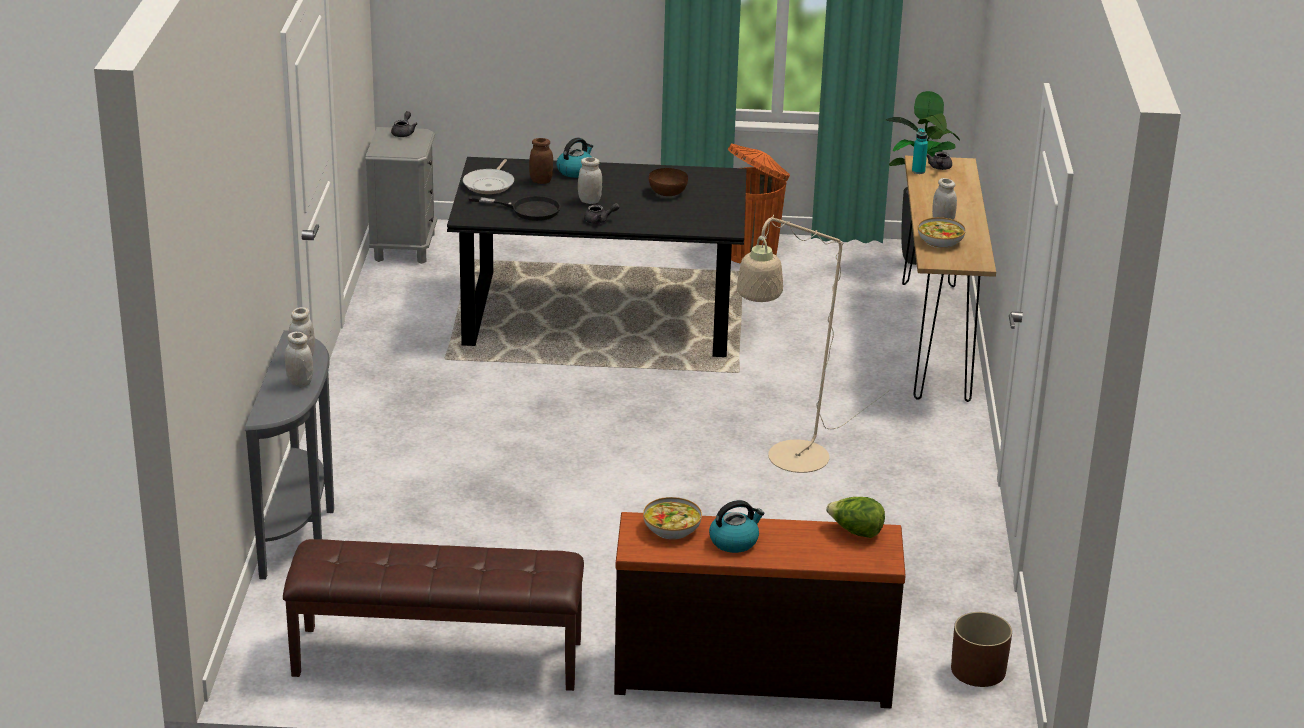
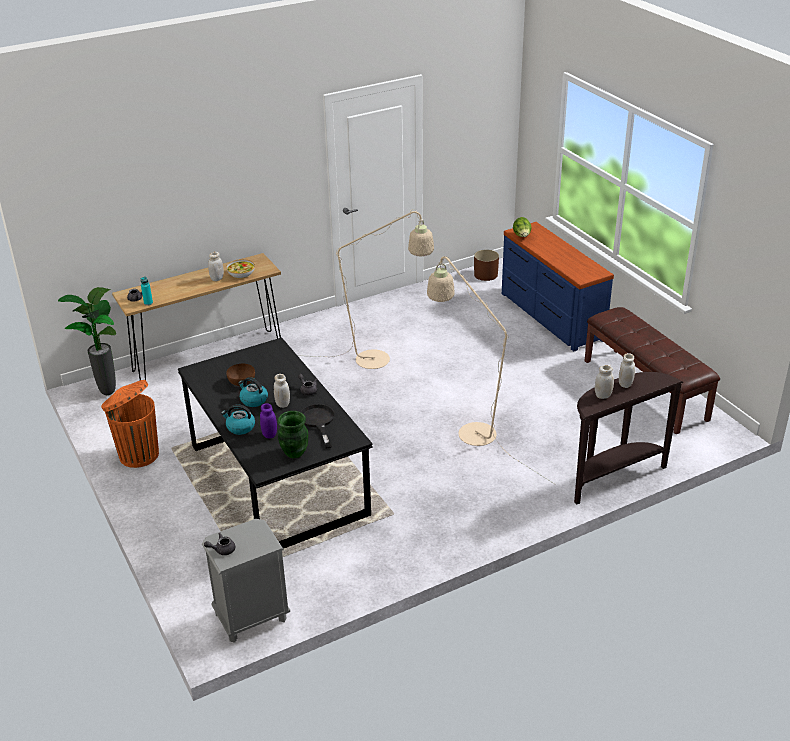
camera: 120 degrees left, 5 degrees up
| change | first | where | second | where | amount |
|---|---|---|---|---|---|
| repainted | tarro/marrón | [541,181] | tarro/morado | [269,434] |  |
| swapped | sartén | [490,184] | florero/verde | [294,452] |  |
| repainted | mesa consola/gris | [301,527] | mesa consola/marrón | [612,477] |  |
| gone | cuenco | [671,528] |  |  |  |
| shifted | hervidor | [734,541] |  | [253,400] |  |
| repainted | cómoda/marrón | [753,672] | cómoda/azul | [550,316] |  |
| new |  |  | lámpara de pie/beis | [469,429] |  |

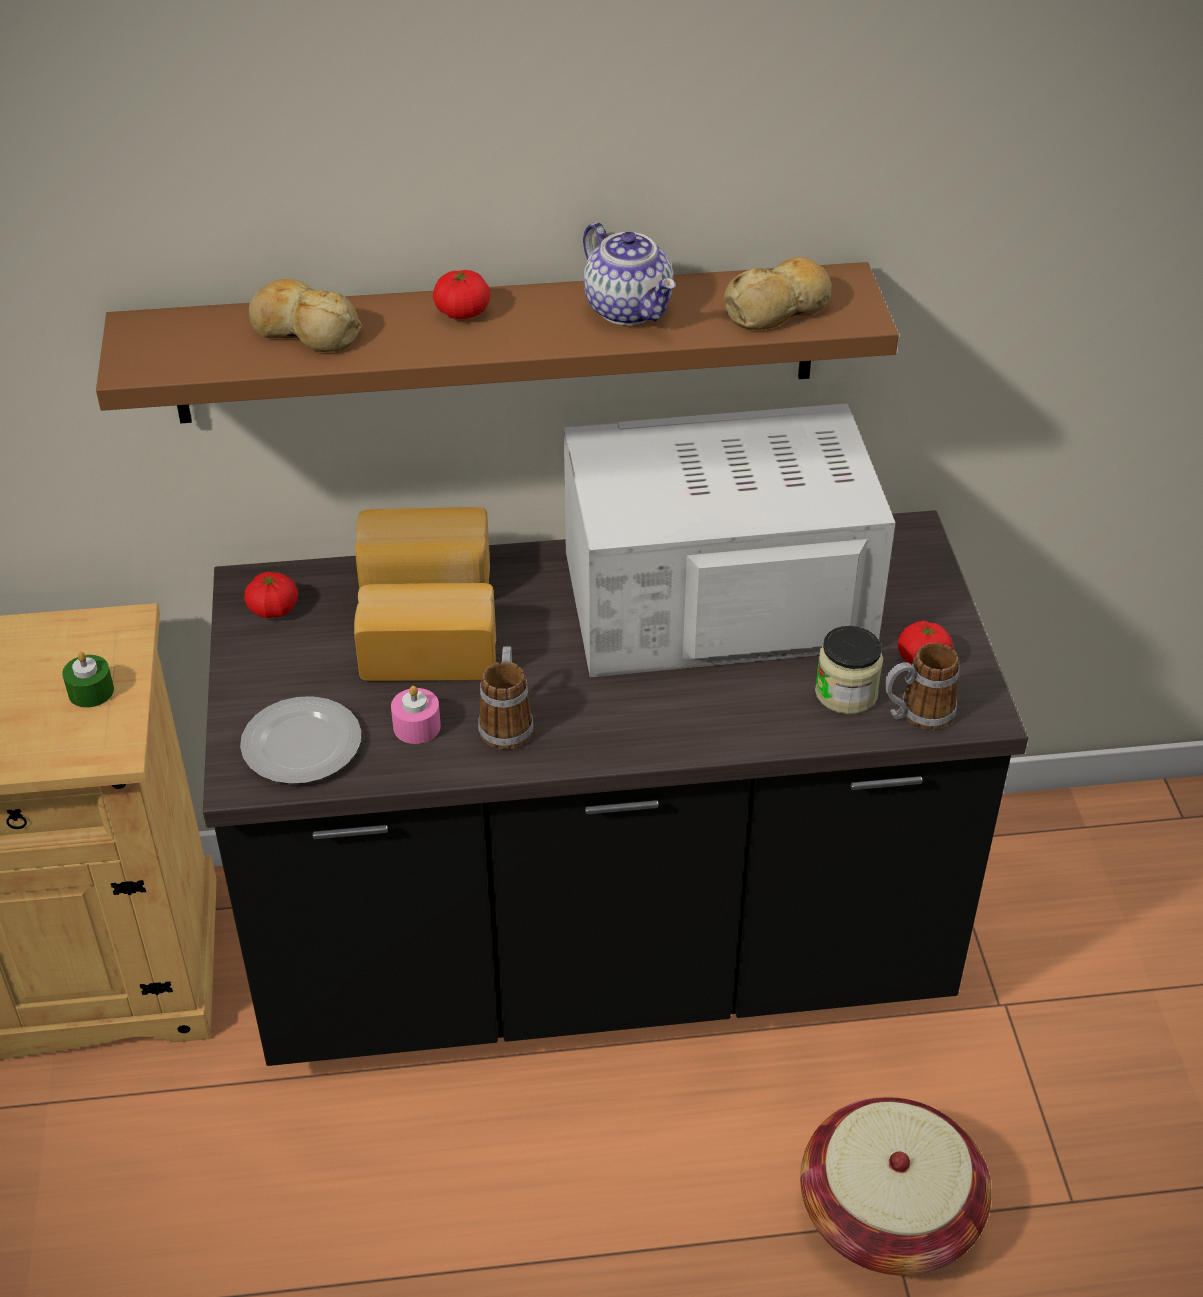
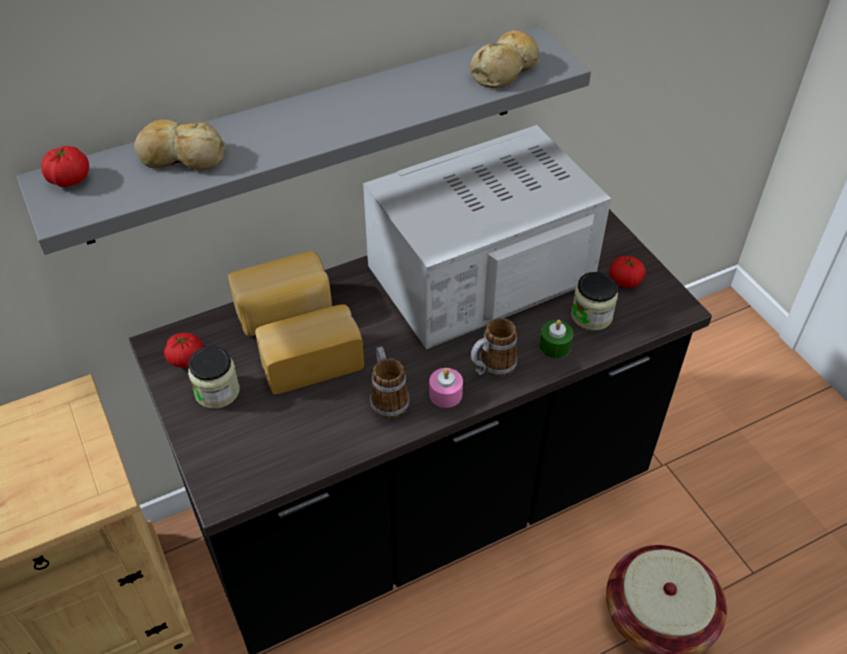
camera: 20 degrees left, 5 degrees up
| change | first | where | second | where | amount |
|---|---|---|---|---|---|
| gone | tetera | [629,309] |  |  |  |
| repainted | estante/marrón | [496,343] | estante/gris | [306,134] |  |
| shifted | tomate | [462,312] |  | [70,179] |  |
| shifted | taza grande | [916,714] |  | [491,367] |  |
| shifted | vela/verde | [91,691] |  | [555,345] |  |
| shifted | vela/rosa | [417,726] |  | [445,394] |  |
| gone | plato | [300,745] |  |  |  |
| new |  |  | tarro | [217,391] |  |

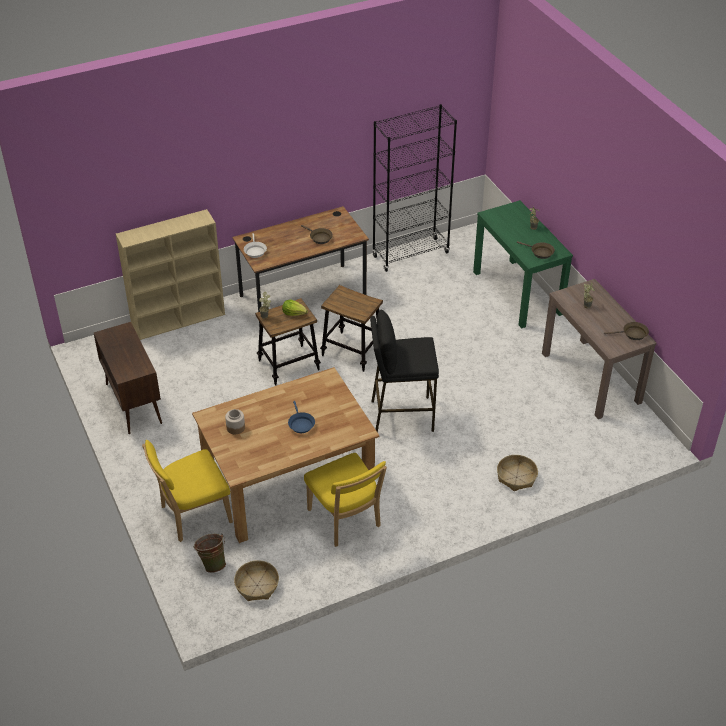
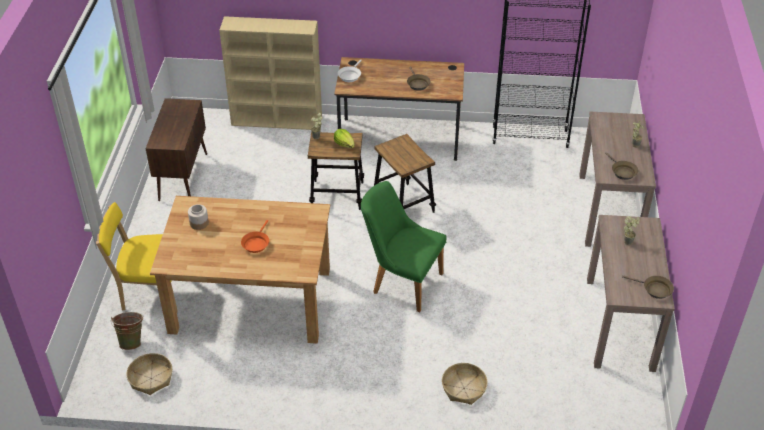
camera: 30 degrees right, 0 degrees up
| change | first | where | second | where | amount |
|---|---|---|---|---|---|
| repainted | mesa consola/verde | [517,293] | mesa consola/marrón | [608,211] |  |
| swapped | taburete/negro | [401,415] | silla/verde | [401,281] |  |
| repainted | sartén/azul | [300,424] | sartén/naranja | [256,243] |  |
| gone | silla/amarillo | [345,520] |  |  |  |

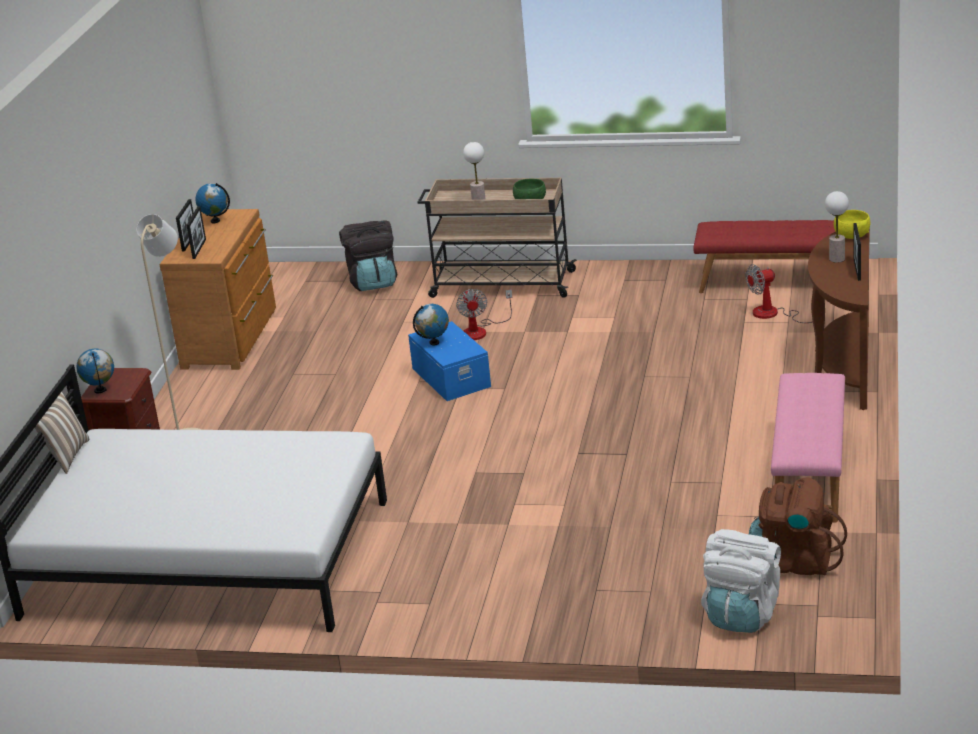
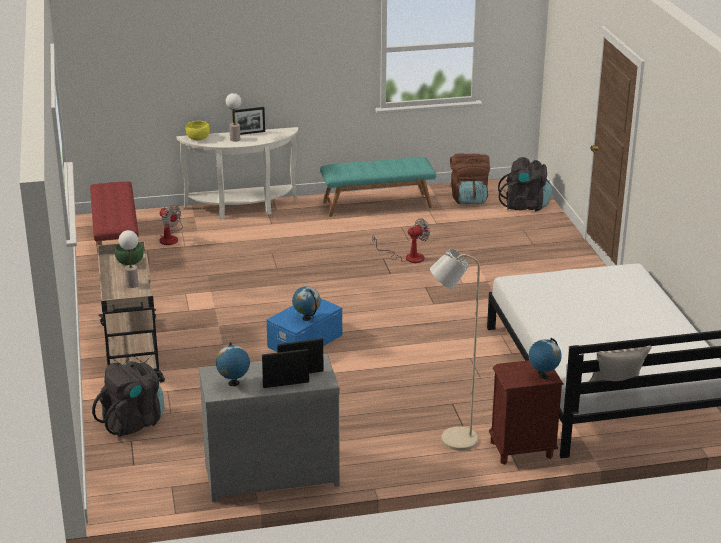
camera: 115 degrees left, 0 degrees up
| change | first | where | second | where | amount |
|---|---|---|---|---|---|
| repainted | cómoda/marrón | [232,339] | cómoda/gris | [270,473] |  |
| repainted | mesa consola/marrón | [843,367] | mesa consola/blanco | [242,209] |  |
| shifted | ventilador | [480,330] |  | [408,257] |  |
| repainted | banco/rosa | [811,473] | banco/turquesa | [377,204] |  |
| repainted | mochila/blanco | [742,614] | mochila/negro | [525,205] |  |

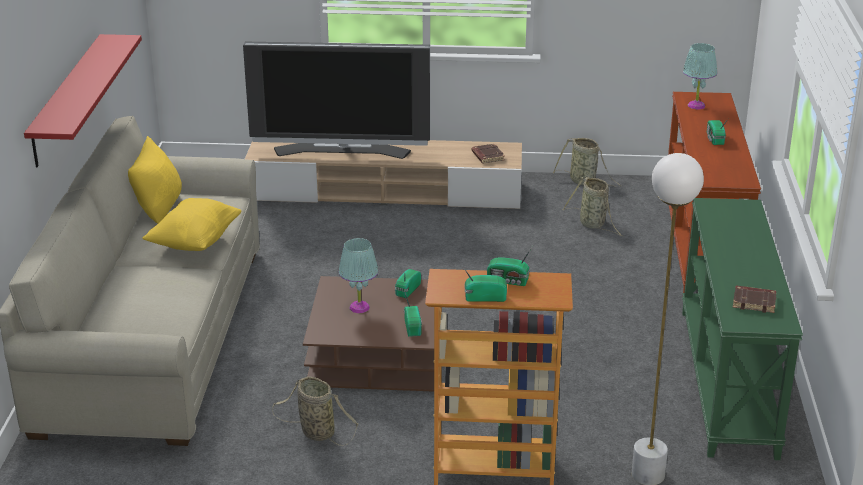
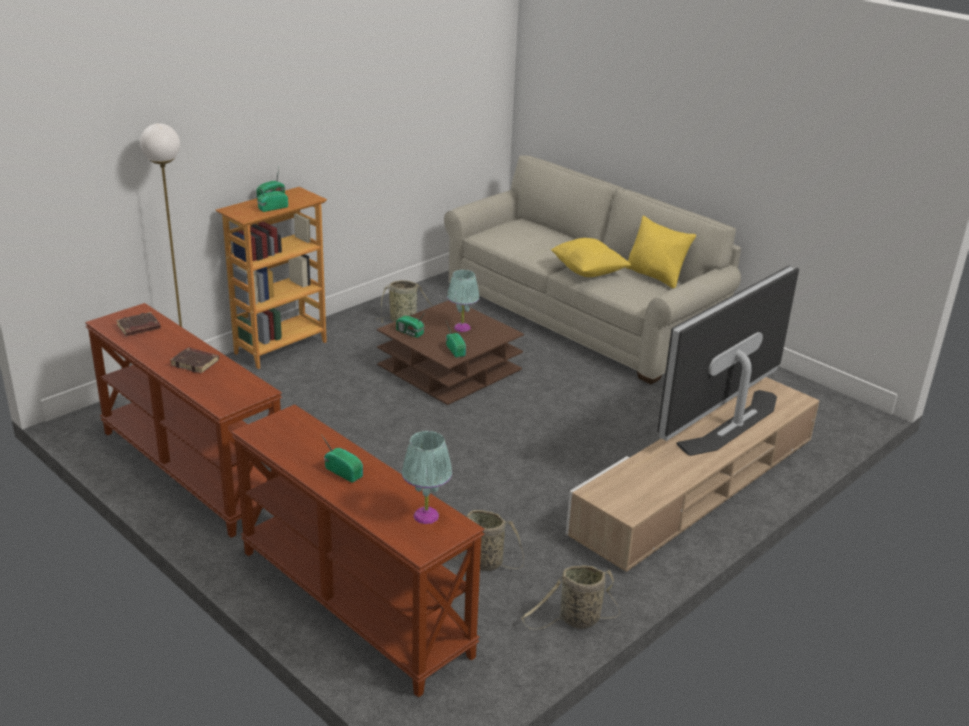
camera: 130 degrees right, 0 degrees up
| change | first | where | second | where | amount |
|---|---|---|---|---|---|
| gone | estante/rojo | [67,99] |  |  |  |
| shifted | libro/marrón | [487,156] |  | [196,363] |  |
| repainted | mesa consola/verde | [729,381] | mesa consola/marrón | [189,470] |  |

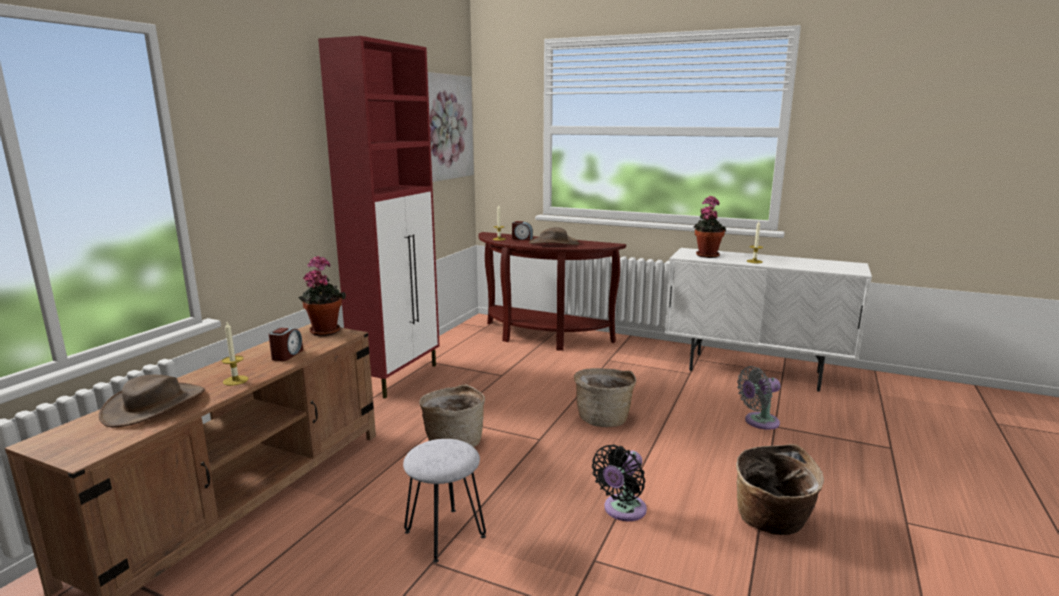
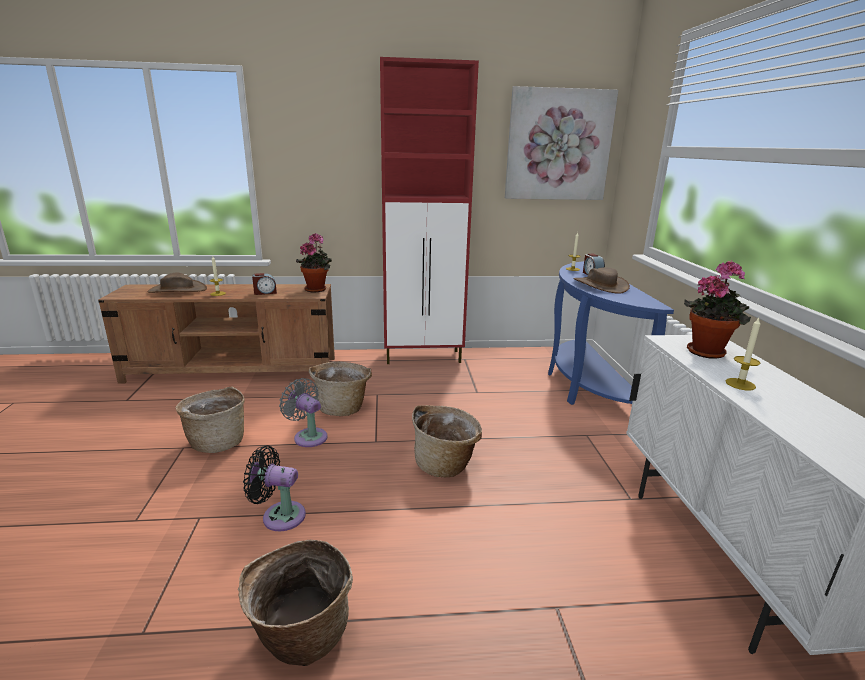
camera: 60 degrees right, 5 degrees up
| change | first | where | second | where | amount |
|---|---|---|---|---|---|
| repainted | mesa consola/marrón | [541,337] | mesa consola/azul | [585,386] |  |
| shifted | ventilador/gris | [758,422] |  | [308,436] |  |
| swapped | taburete/gris | [444,533] | cesta | [217,441] |  |

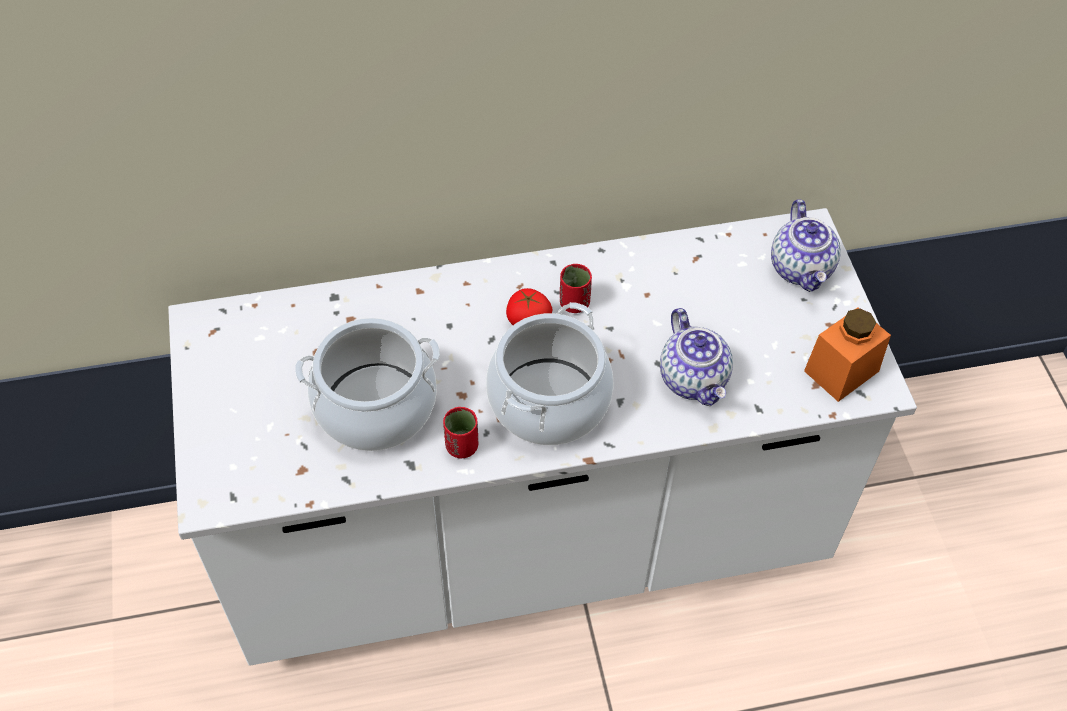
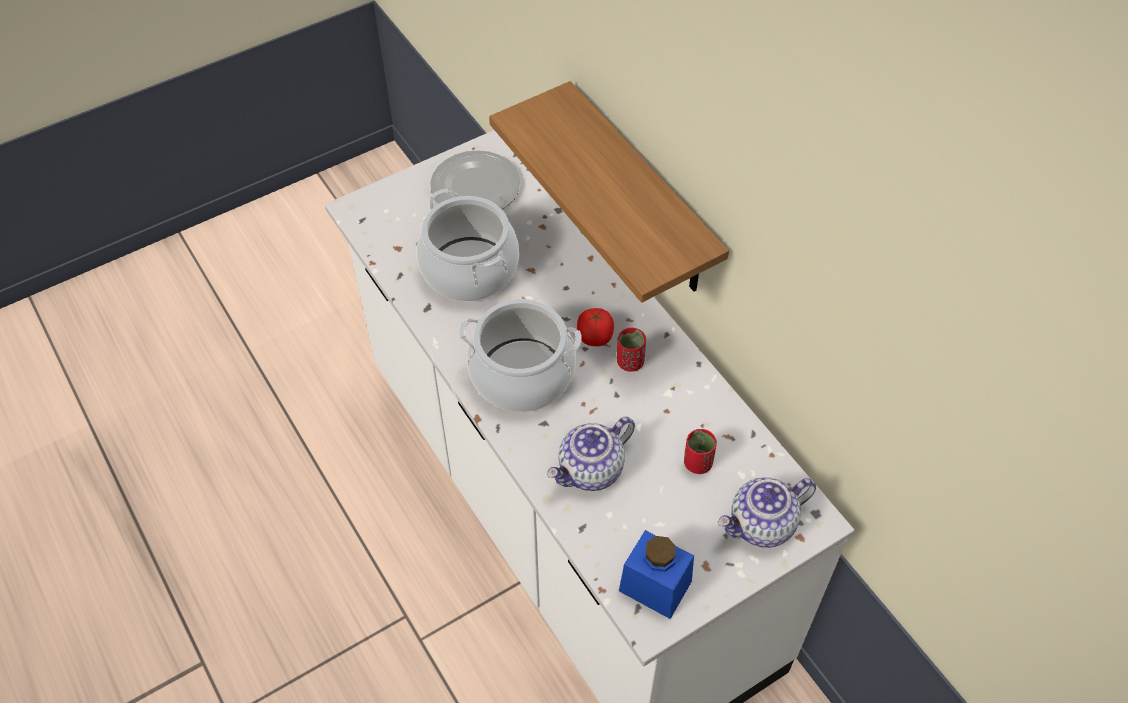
camera: 70 degrees right, 0 degrees up
| change | first | where | second | where | amount |
|---|---|---|---|---|---|
| repainted | tarro/naranja | [841,371] | tarro/azul | [655,586] |  |
| shifted | taza/rojo | [462,446] |  | [697,463] |  |
| new |  |  | estante | [642,195] |  |
| new |  |  | plato | [477,187] |  |

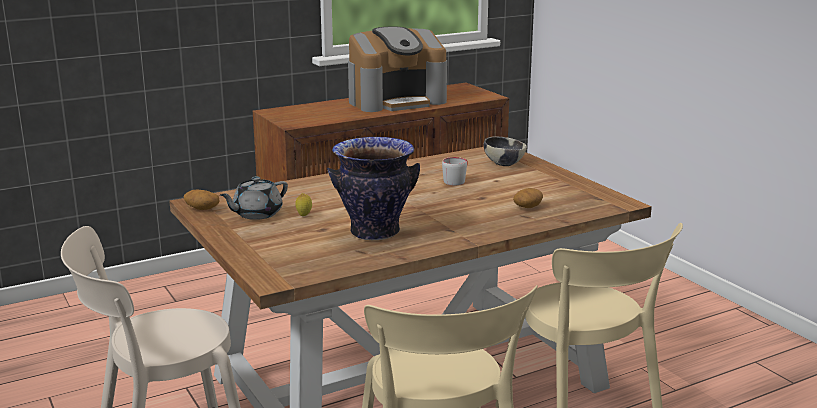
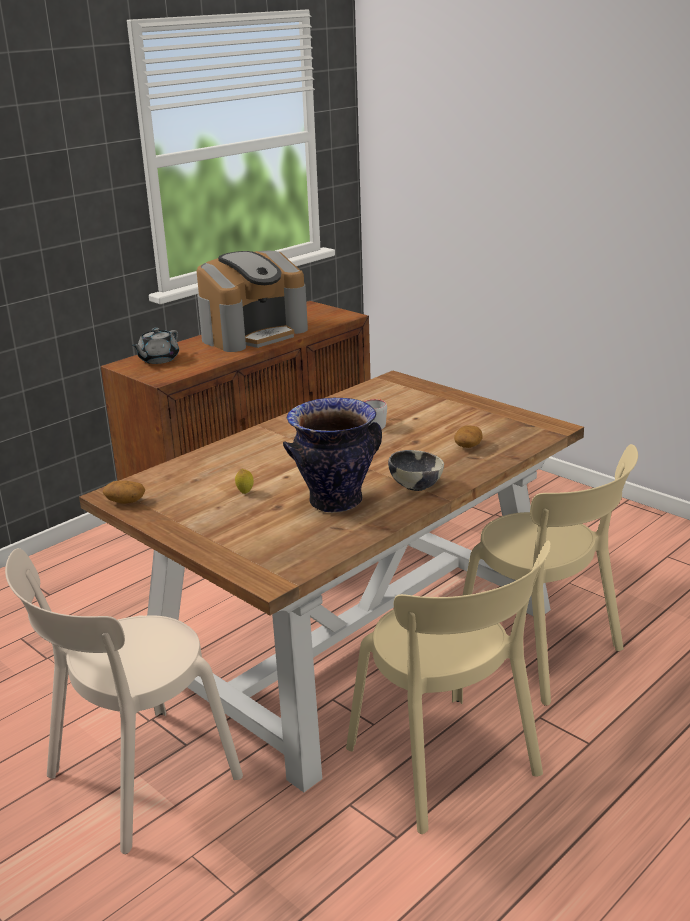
camera: 15 degrees left, 5 degrees up
| change | first | where | second | where | amount |
|---|---|---|---|---|---|
| shifted | cuenco | [504,164] |  | [415,486] |  |
| shifted | tetera/gris | [256,214] |  | [158,360] |  |

